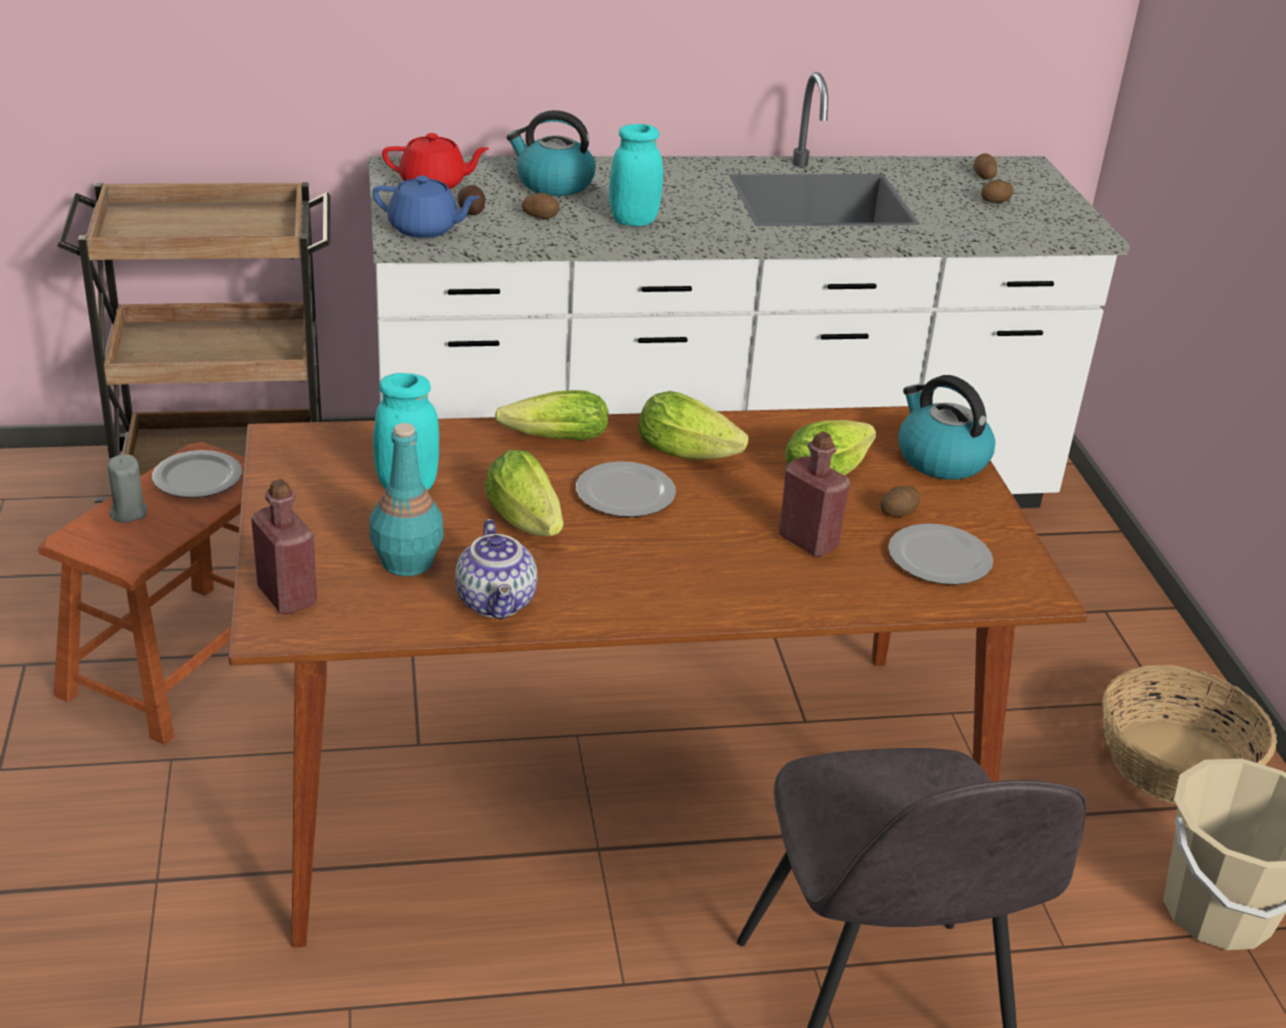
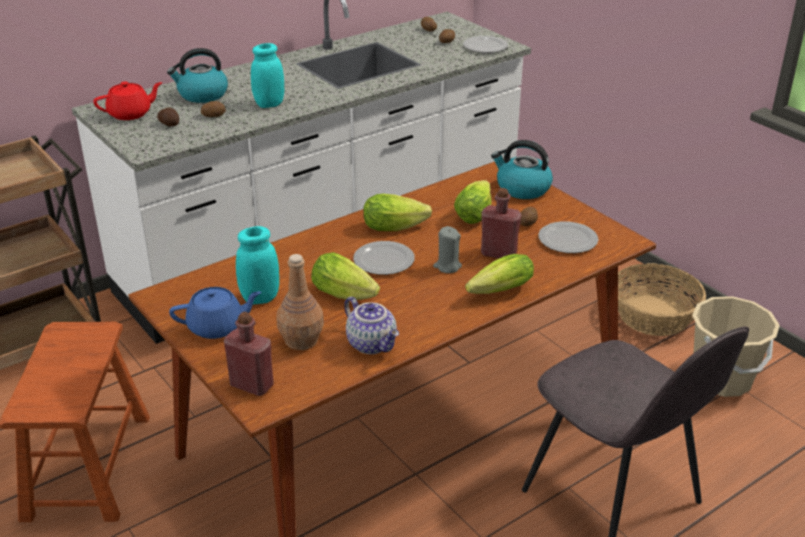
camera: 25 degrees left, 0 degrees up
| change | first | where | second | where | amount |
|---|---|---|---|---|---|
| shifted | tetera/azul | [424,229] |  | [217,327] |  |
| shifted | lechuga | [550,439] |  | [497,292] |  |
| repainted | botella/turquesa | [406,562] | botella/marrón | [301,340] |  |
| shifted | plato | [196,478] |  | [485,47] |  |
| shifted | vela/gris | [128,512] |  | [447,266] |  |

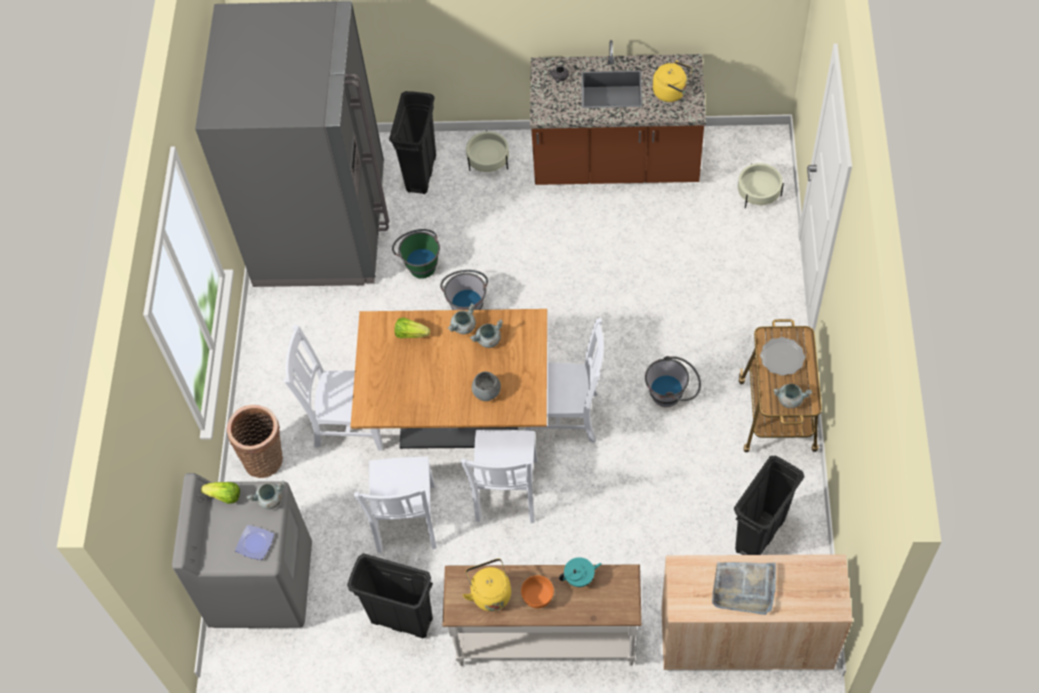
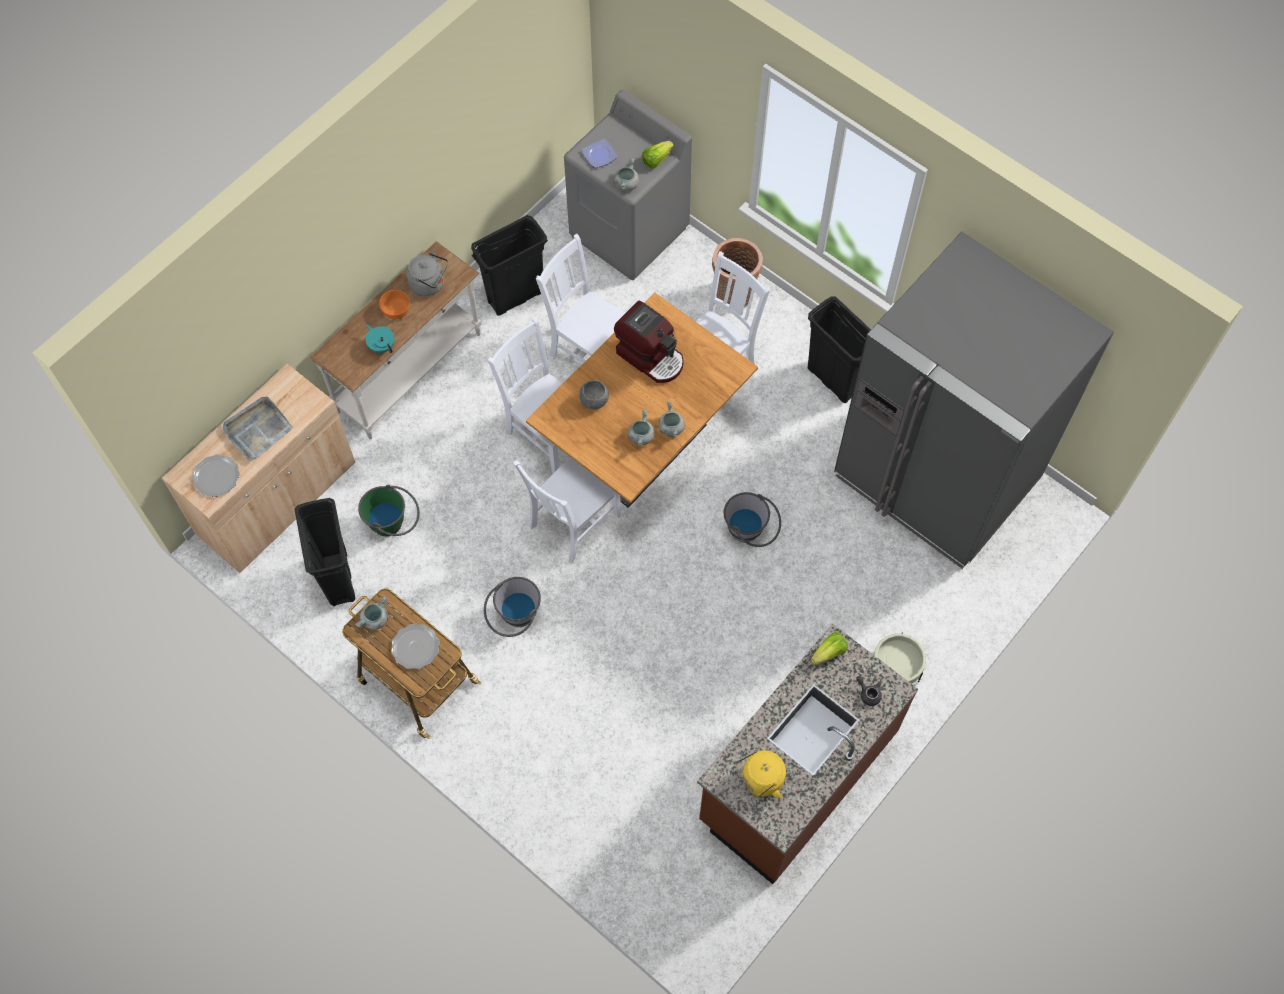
camera: 125 degrees right, 5 degrees up
| change | first | where | second | where | amount |
|---|---|---|---|---|---|
| shifted | papelera/negro | [421,173] |  | [833,380] |  |
| gone | maceta/beis | [758,193] |  |  |  |
| shifted | cubo/verde | [419,263] |  | [393,524] |  |
| shifted | lechuga | [411,334] |  | [829,652] |  |
| rotated | tetera/turquesa | [580,577] |  | [382,345] | 120 degrees clockwise |
| repainted | hervidor/amarillo | [490,592] | hervidor/gris | [429,284] |  |
| new |  |  | cafetera | [651,356] |  |
| new |  |  | plato | [216,477] |  |

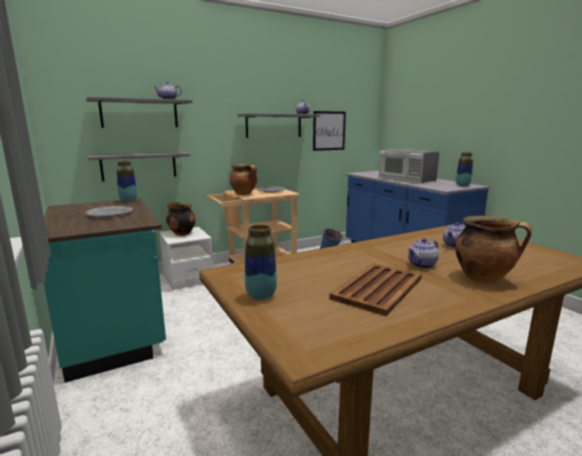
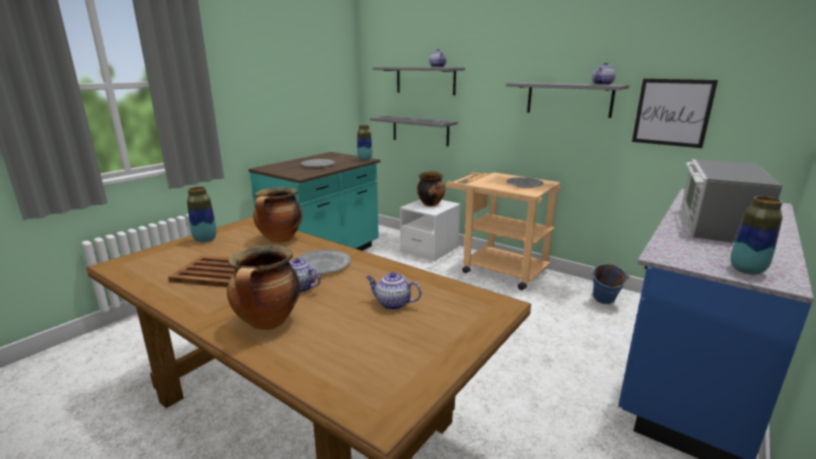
camera: 65 degrees right, 5 degrees up
| change | first | where | second | where | amount |
|---|---|---|---|---|---|
| shifted | olla | [244,194] |  | [280,239] |  |
| new |  |  | plato/gris | [322,265] |  |

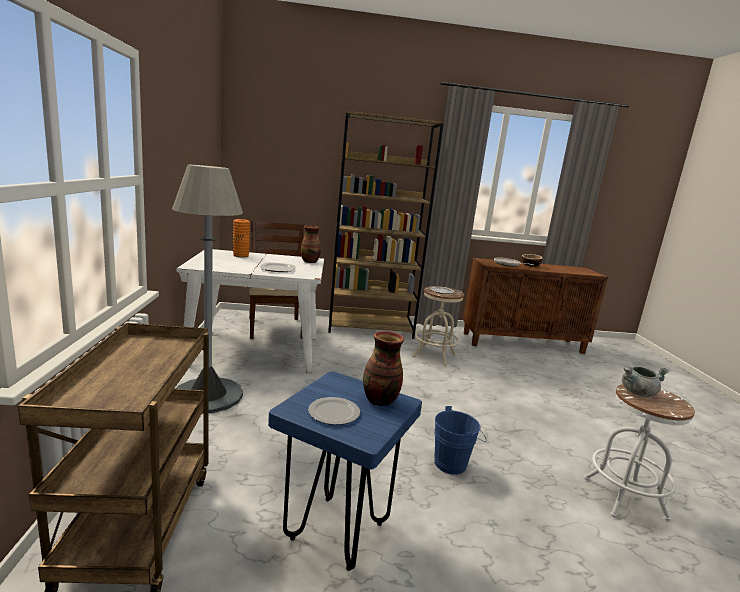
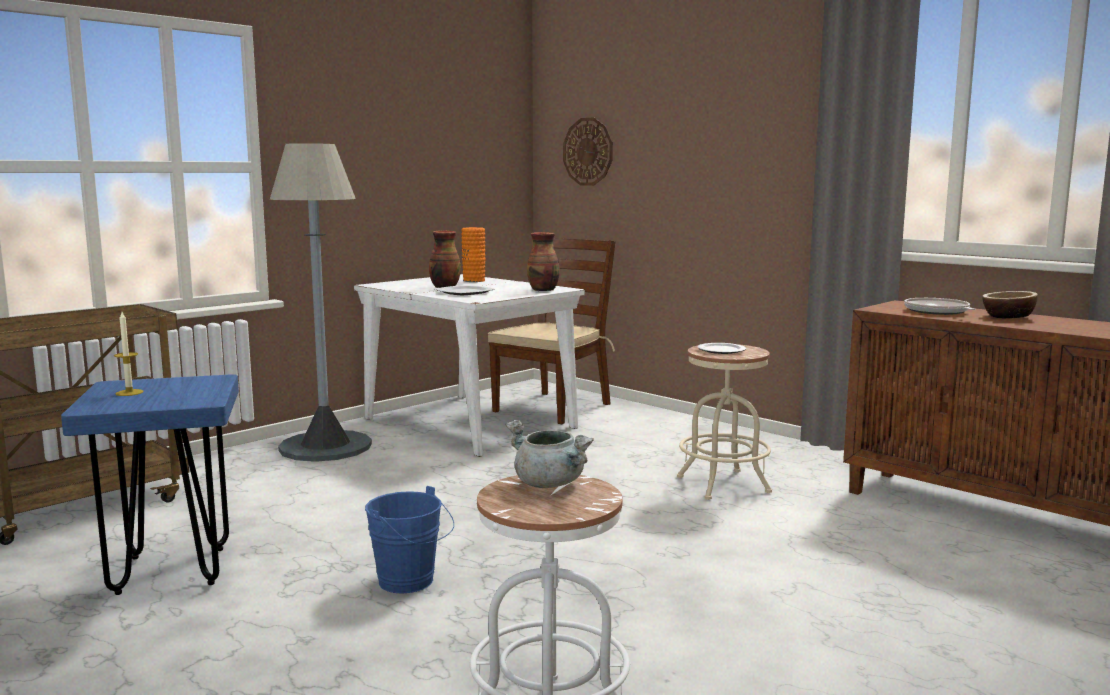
camera: 50 degrees right, 5 degrees down
| change | first | where | second | where | amount |
|---|---|---|---|---|---|
| gone | estantería/marrón | [370,328] |  |  |  |
| shifted | florero | [379,400] |  | [444,287] |  |
| swapped | plato | [335,413] | vela | [129,392] |  |
| new |  |  | reloj de pared | [588,151] |  |

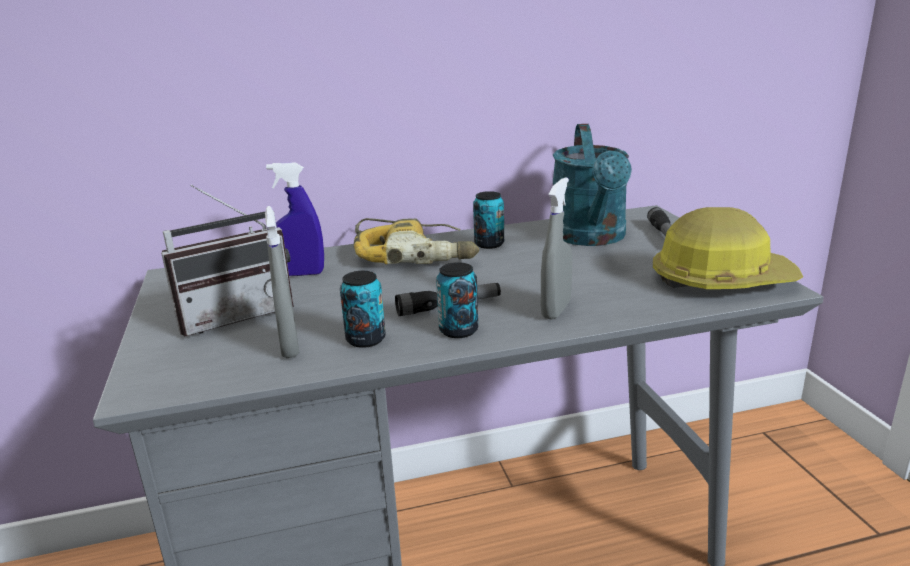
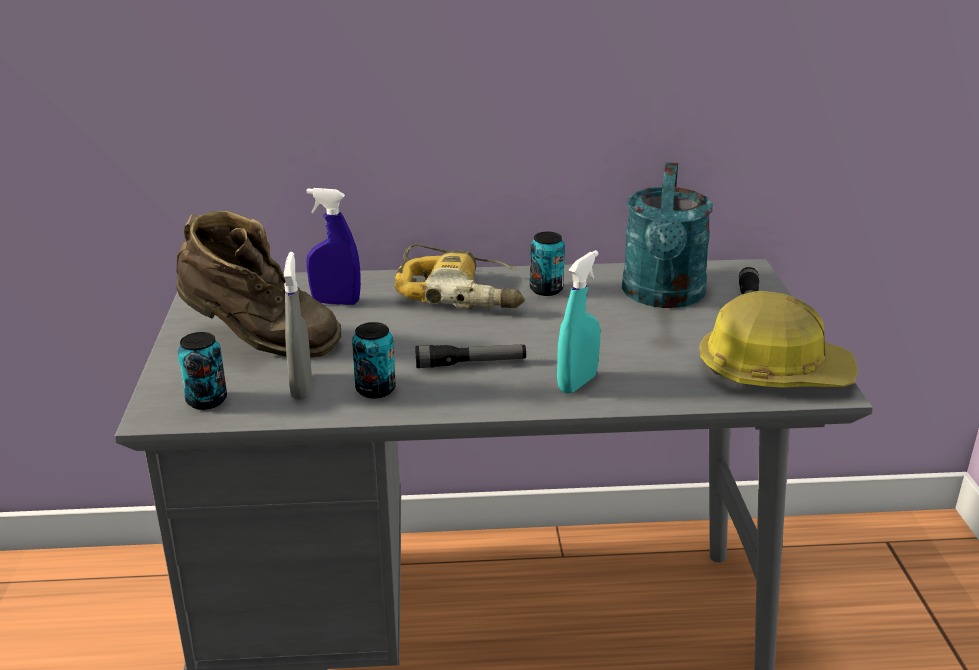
camera: 10 degrees right, 5 degrees up
| change | first | where | second | where | amount |
|---|---|---|---|---|---|
| repainted | pulverizador/gris | [556,310] | pulverizador/turquesa | [577,383] |  |
| swapped | radio | [235,314] | bota/marrón | [259,343] |  |
| shifted | lata | [458,330] |  | [206,400] |  |

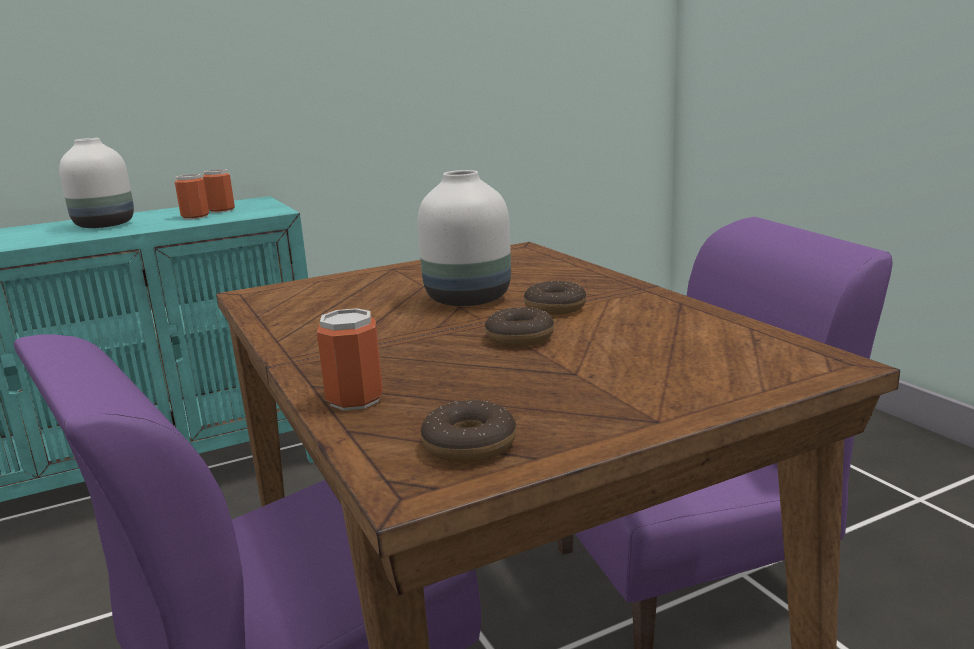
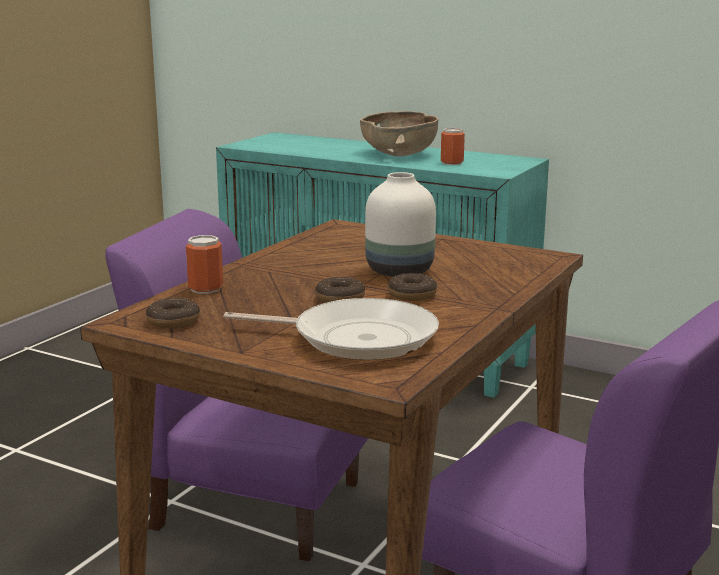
camera: 55 degrees right, 0 degrees up
| change | first | where | second | where | amount |
|---|---|---|---|---|---|
| swapped | florero/blanco | [105,225] | cuenco/marrón | [399,154] |  |
| gone | lata | [221,210] |  |  |  |
| new |  |  | sartén | [356,338] |  |

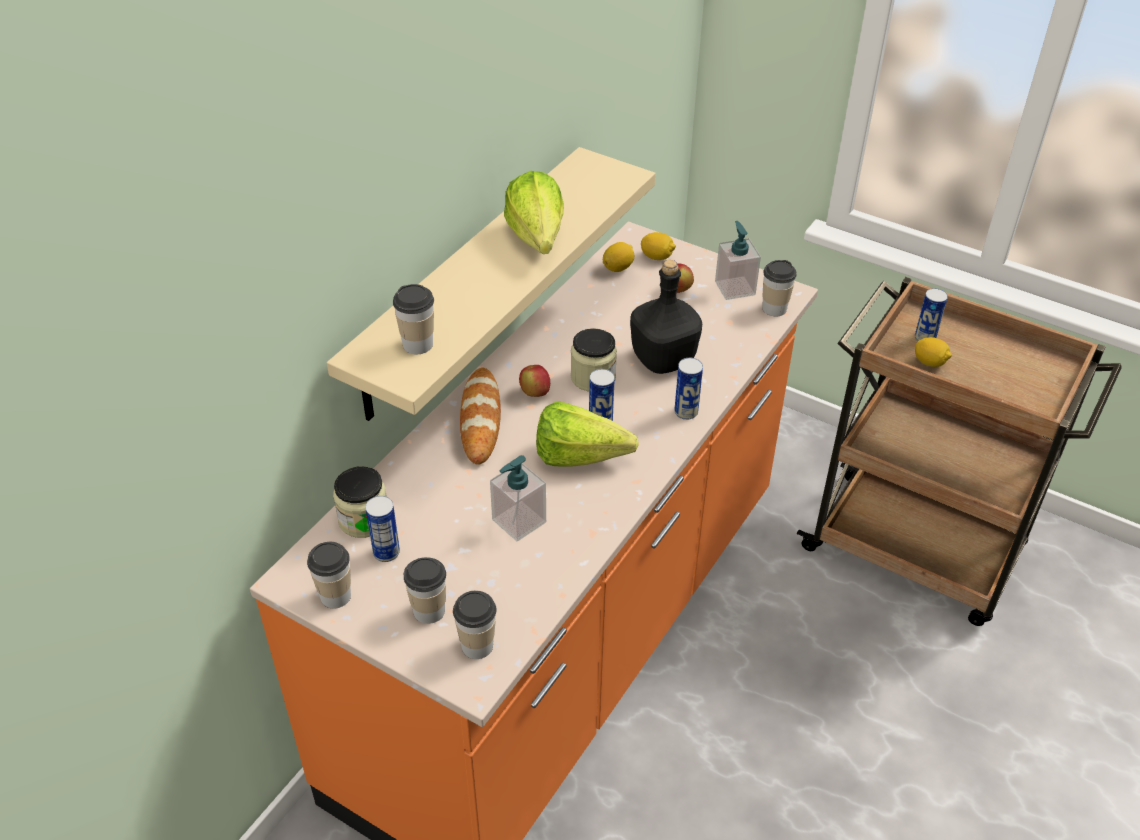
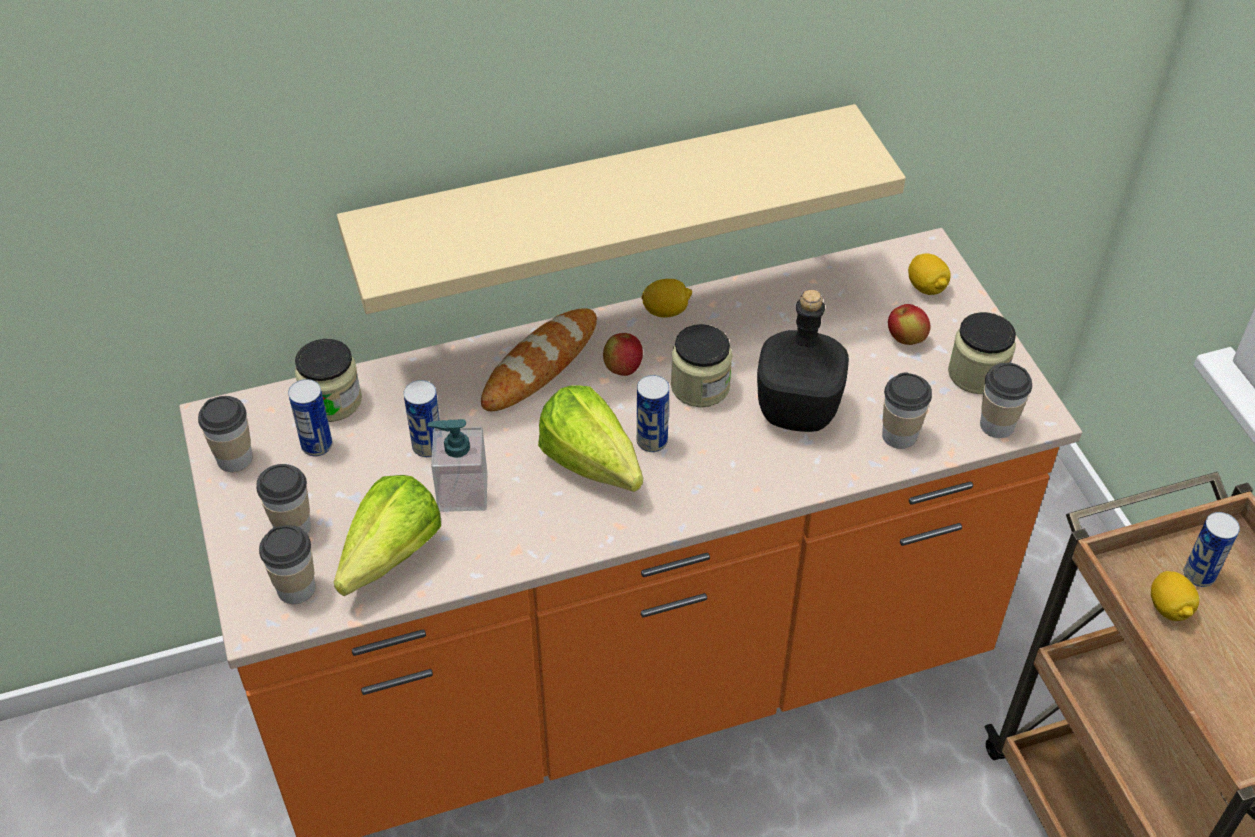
camera: 40 degrees right, 5 degrees up
| change | first | where | second | where | amount |
|---|---|---|---|---|---|
| shifted | lechuga | [536,244] |  | [382,564] |  |
| swapped | dispensador de jabón | [734,288] | tarro | [977,374] |  |
| shifted | limón | [618,267] |  | [666,311] |  |
| shifted | taza | [418,344] |  | [899,435] |  |
| shifted | lata | [686,412] |  | [427,446] |  |

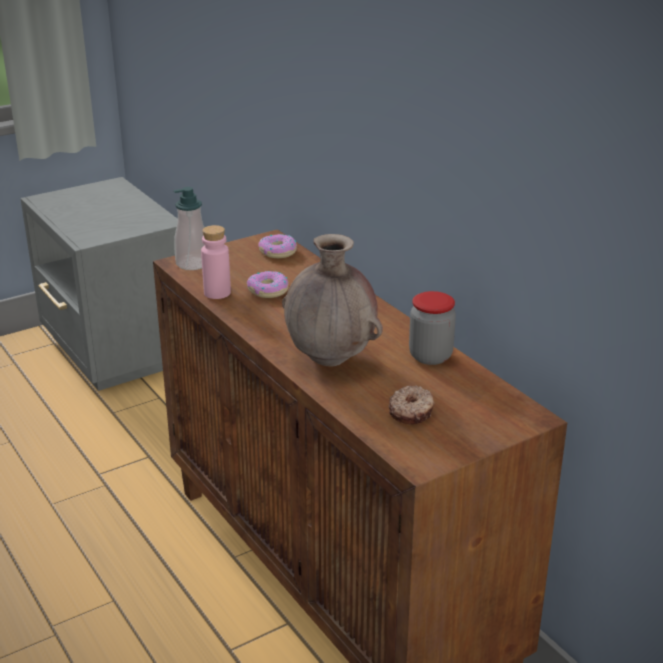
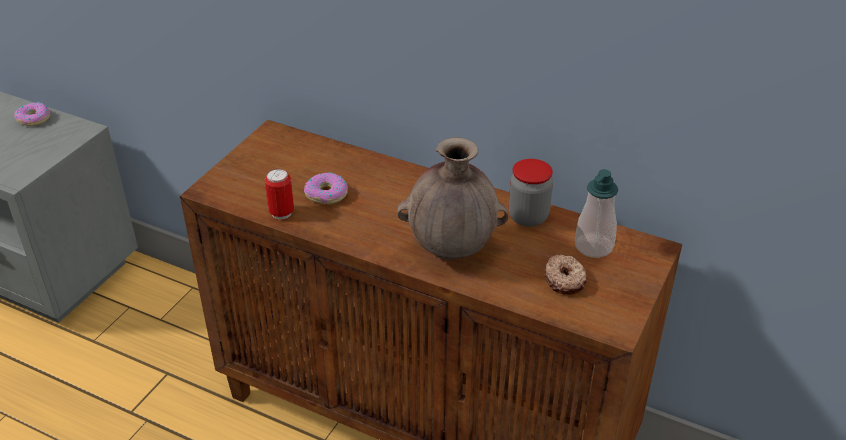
camera: 30 degrees left, 10 degrees up
| change | first | where | second | where | amount |
|---|---|---|---|---|---|
| shifted | dispensador de jabón | [192,264] |  | [593,246] |  |
| swapped | botella/rosa | [217,293] | lata | [281,213] |  |
| shifted | rosquilla | [277,252] |  | [33,119] |  |

